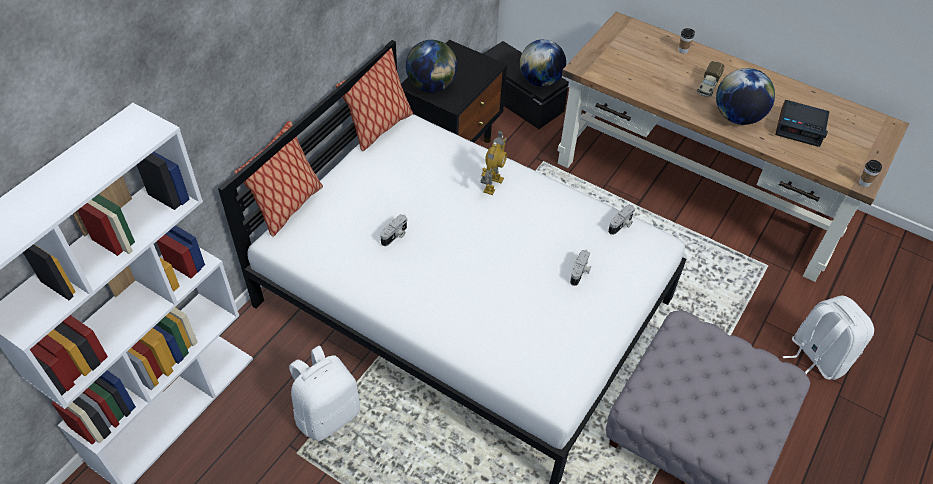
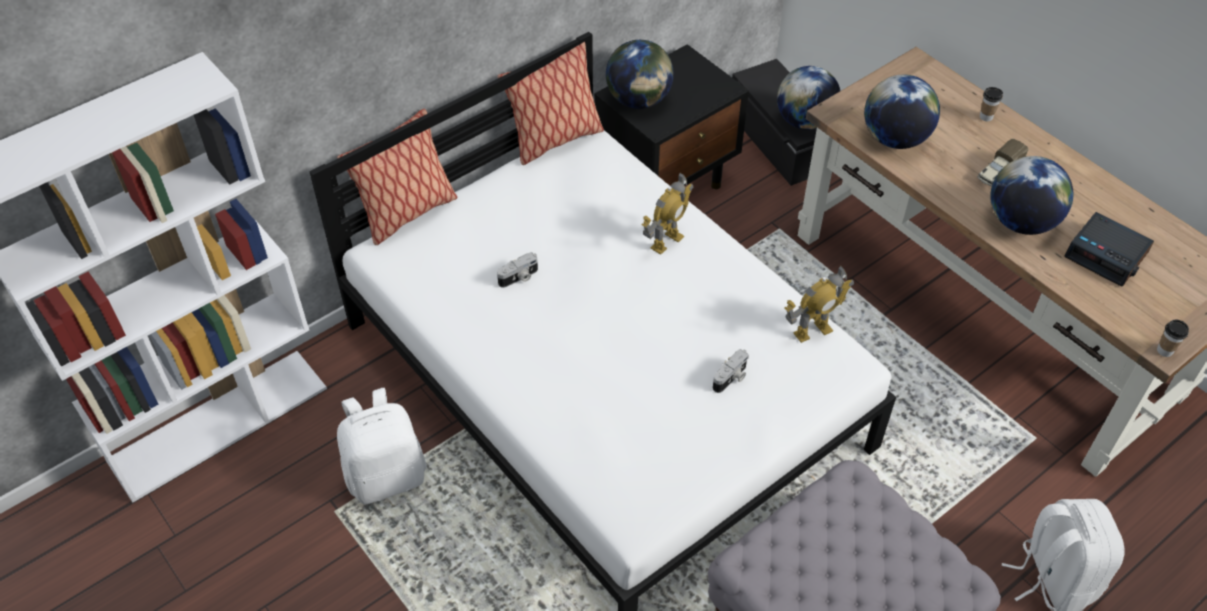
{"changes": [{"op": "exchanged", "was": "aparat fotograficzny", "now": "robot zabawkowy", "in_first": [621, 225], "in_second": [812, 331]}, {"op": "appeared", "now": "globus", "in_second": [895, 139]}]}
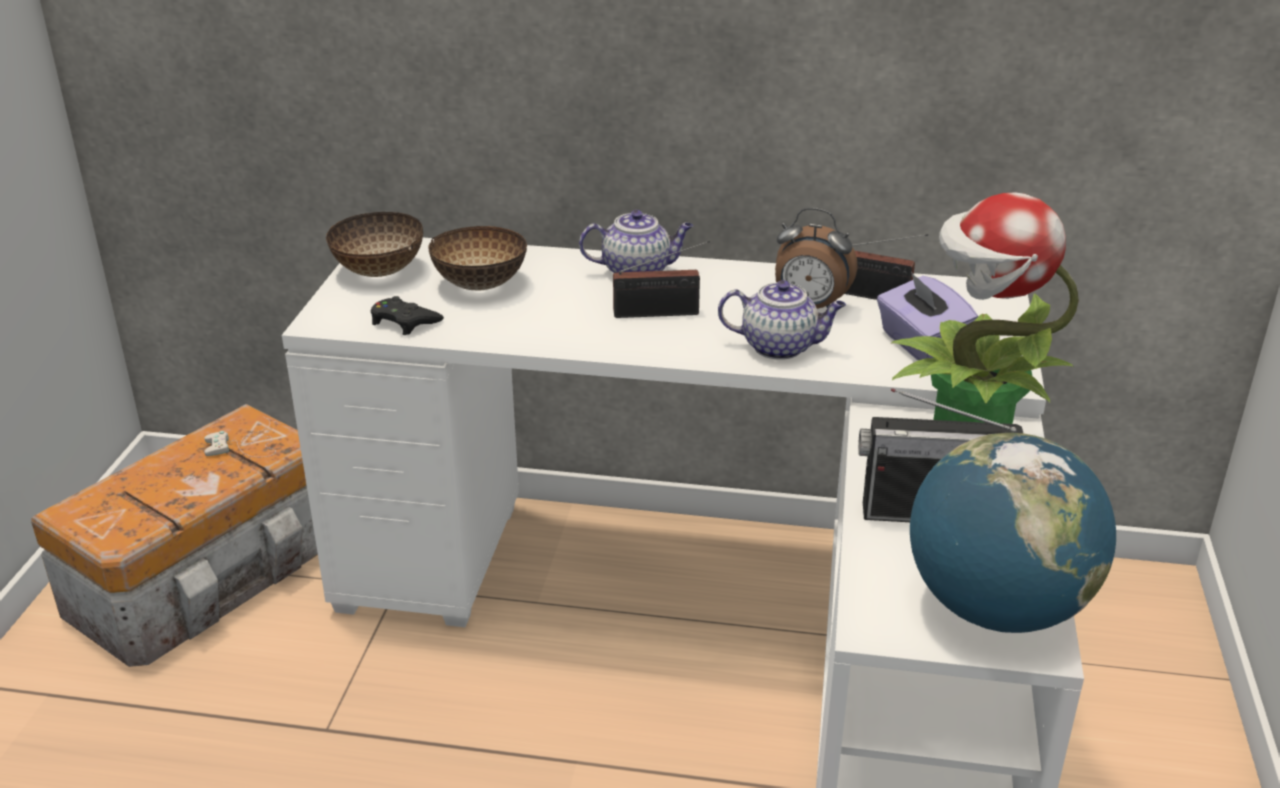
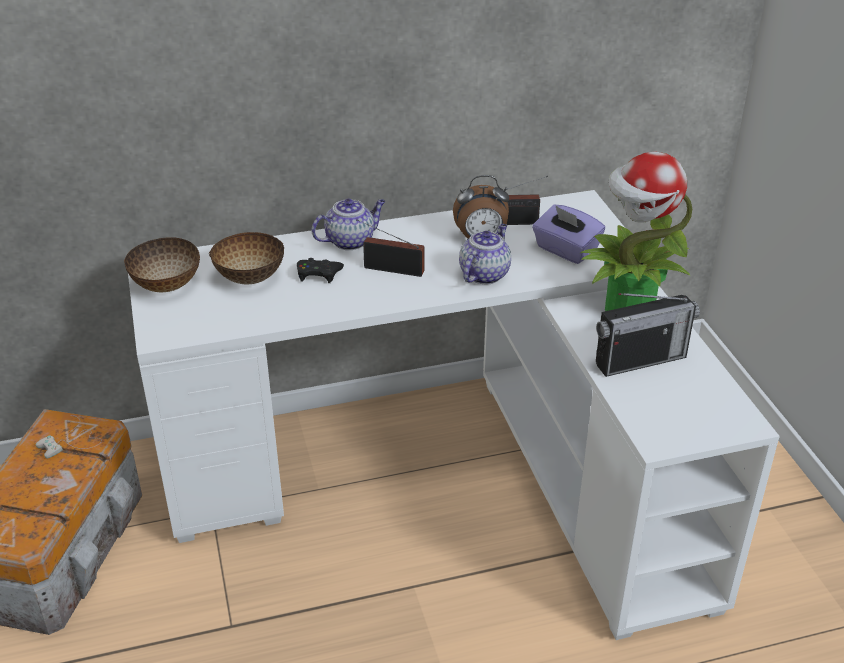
{"changes": [{"op": "relocated", "was": "pad do gier (czarny)", "in_first": [404, 322], "in_second": [318, 274]}, {"op": "spun", "was": "radio", "in_first": [661, 313], "in_second": [391, 269], "clockwise": -135}, {"op": "spun", "was": "imbryk", "in_first": [780, 347], "in_second": [484, 274], "clockwise": -45}, {"op": "missing", "was": "globus", "in_first": [996, 608]}]}
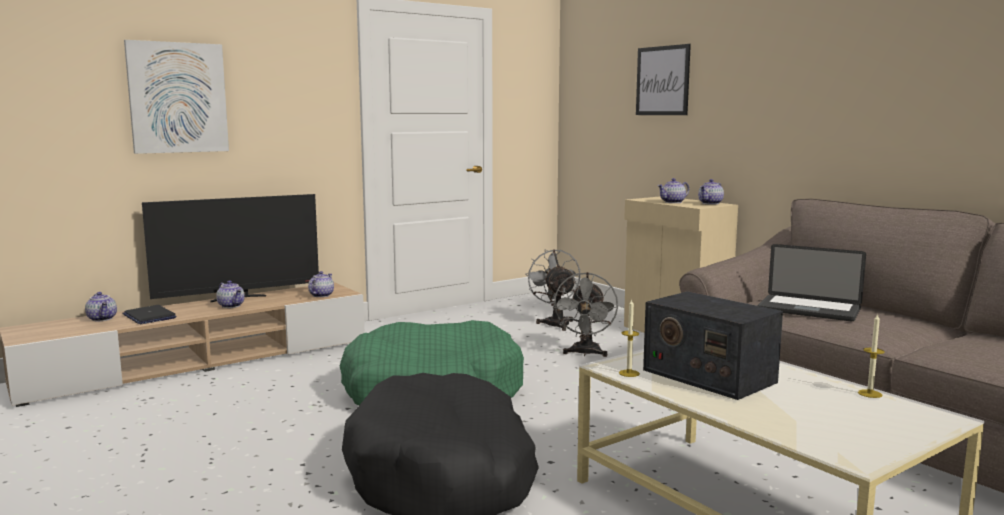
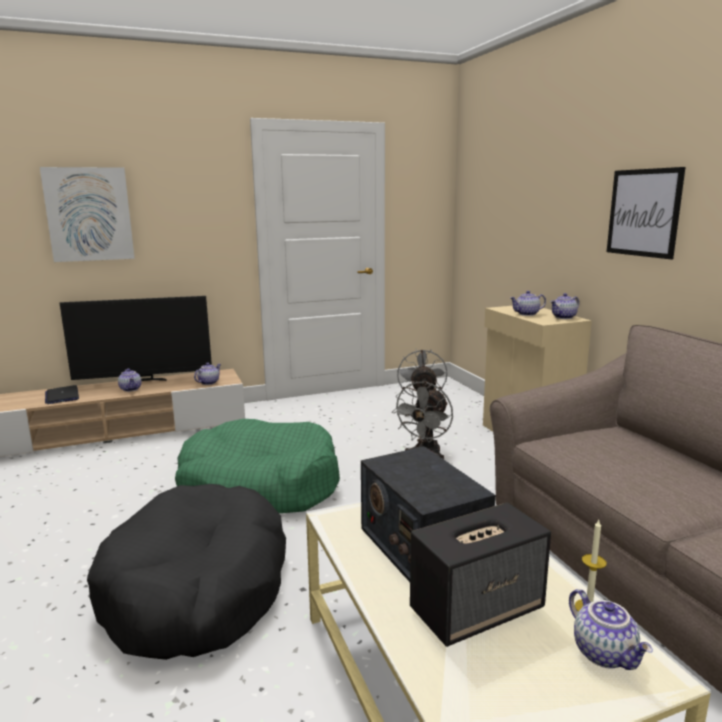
{"changes": [{"op": "relocated", "was": "imbryk", "in_first": [103, 319], "in_second": [605, 653]}, {"op": "missing", "was": "świeca", "in_first": [629, 373]}, {"op": "relocated", "was": "obraz", "in_first": [662, 81], "in_second": [643, 213]}, {"op": "missing", "was": "laptop", "in_first": [808, 310]}, {"op": "appeared", "now": "głośnik", "in_second": [477, 609]}]}
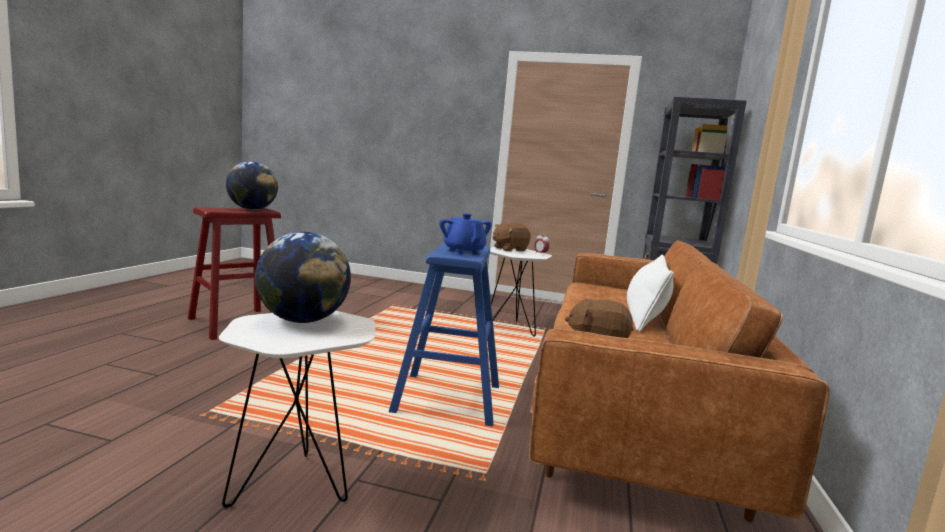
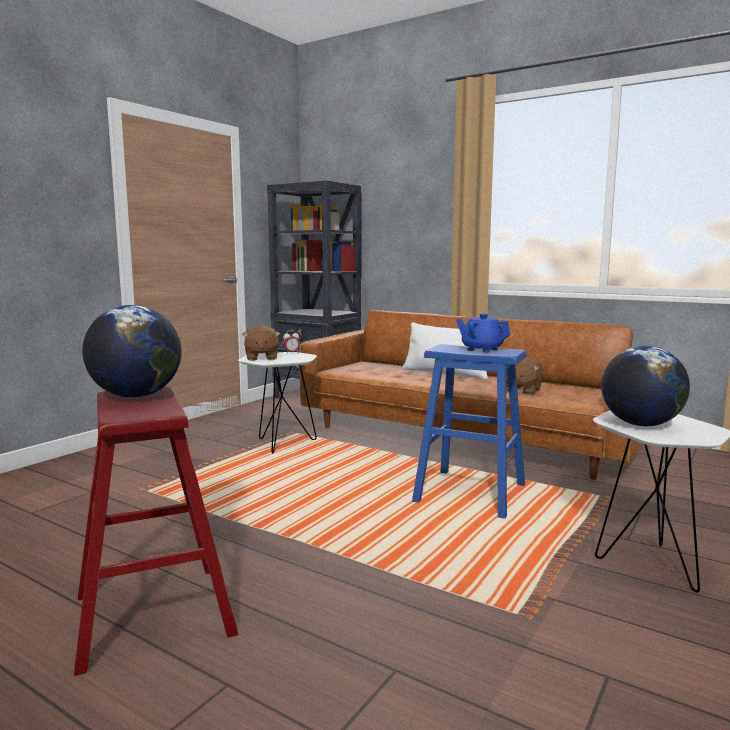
{"changes": [{"op": "spun", "was": "imbryk (niebieski)", "in_first": [463, 251], "in_second": [482, 349], "clockwise": 45}]}
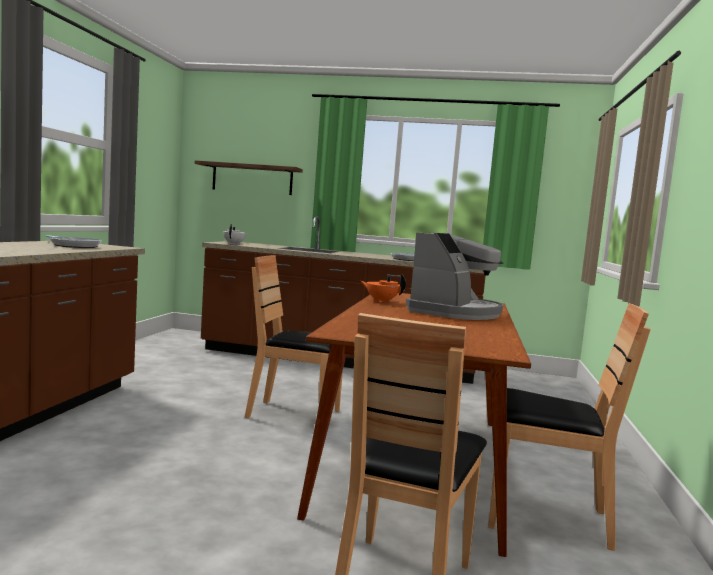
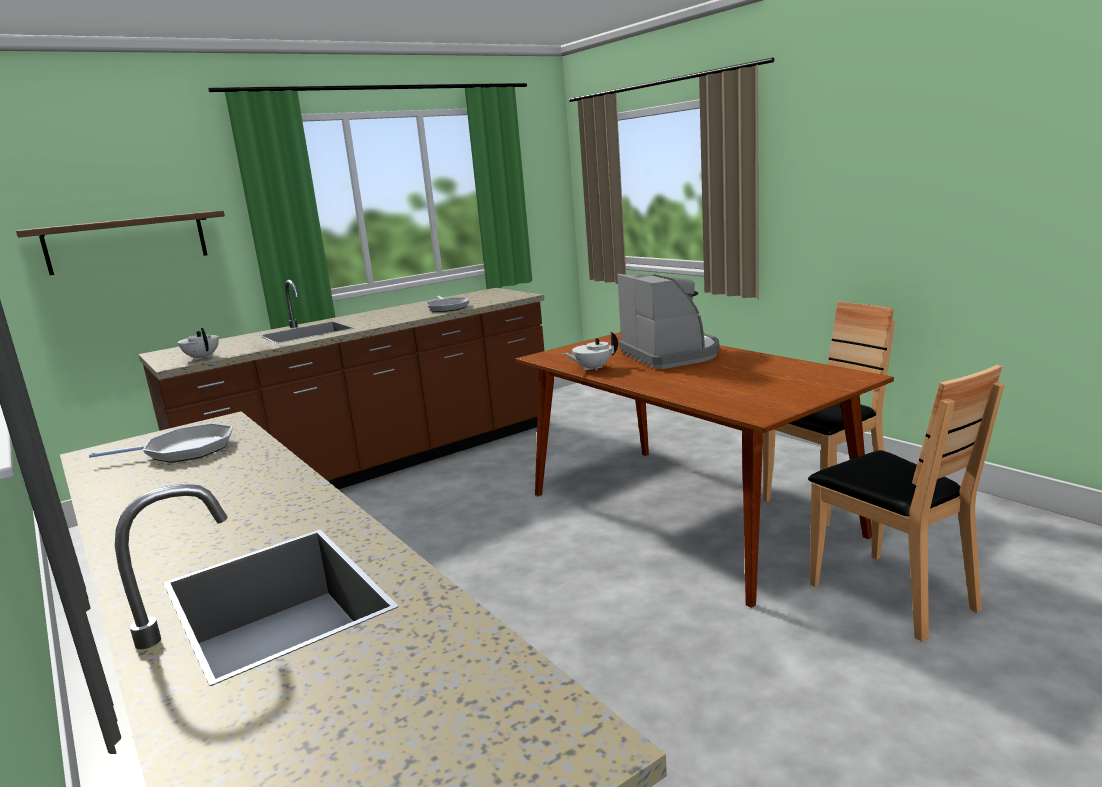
{"changes": [{"op": "missing", "was": "krzesło (brązowy)", "in_first": [294, 415]}, {"op": "colour", "was": "imbryk (pomarańczowy)", "now": "imbryk (biały)", "in_first": [381, 301], "in_second": [592, 368]}]}
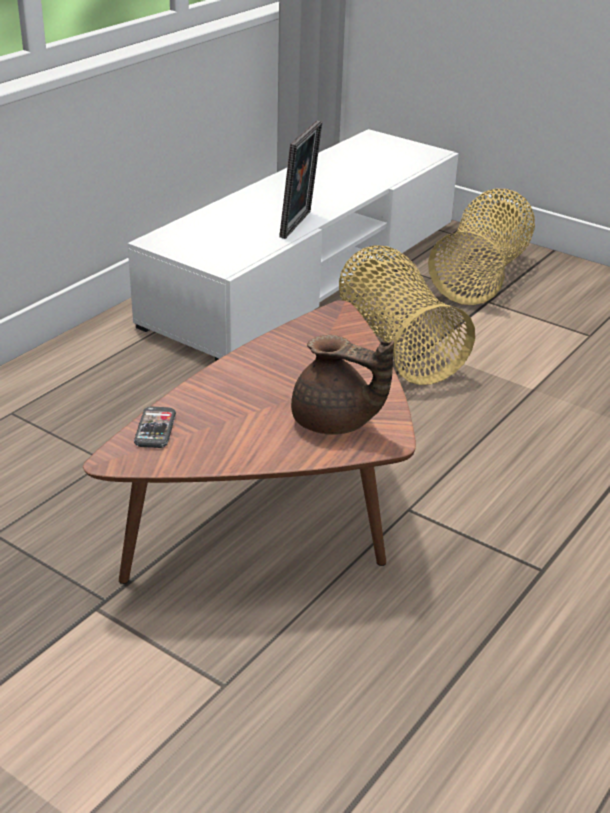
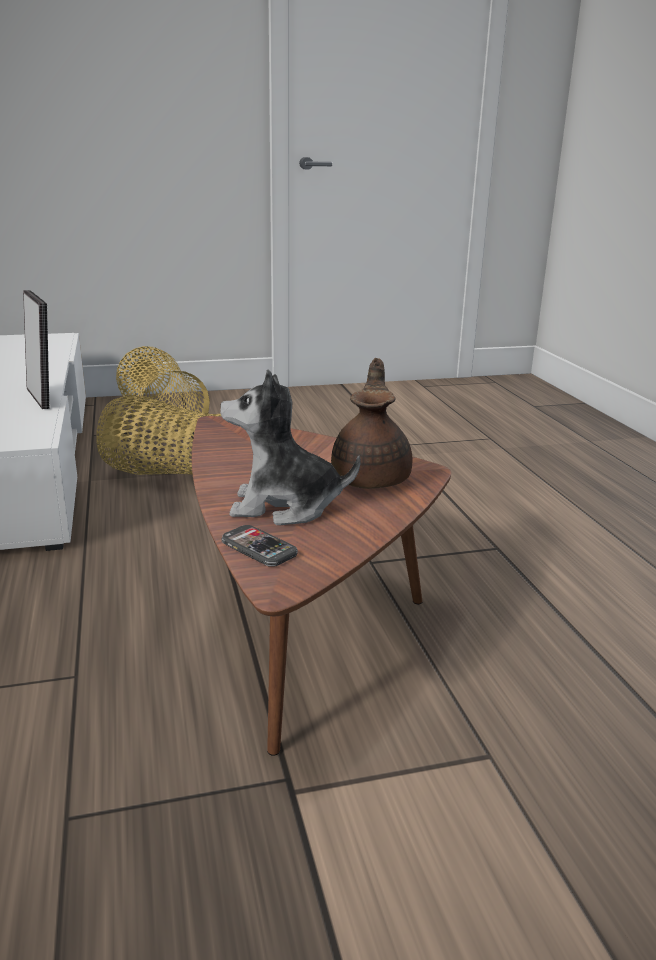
{"changes": [{"op": "spun", "was": "imbryk (brązowy)", "in_first": [334, 423], "in_second": [372, 478], "clockwise": -60}, {"op": "appeared", "now": "pluszak", "in_second": [284, 506]}]}
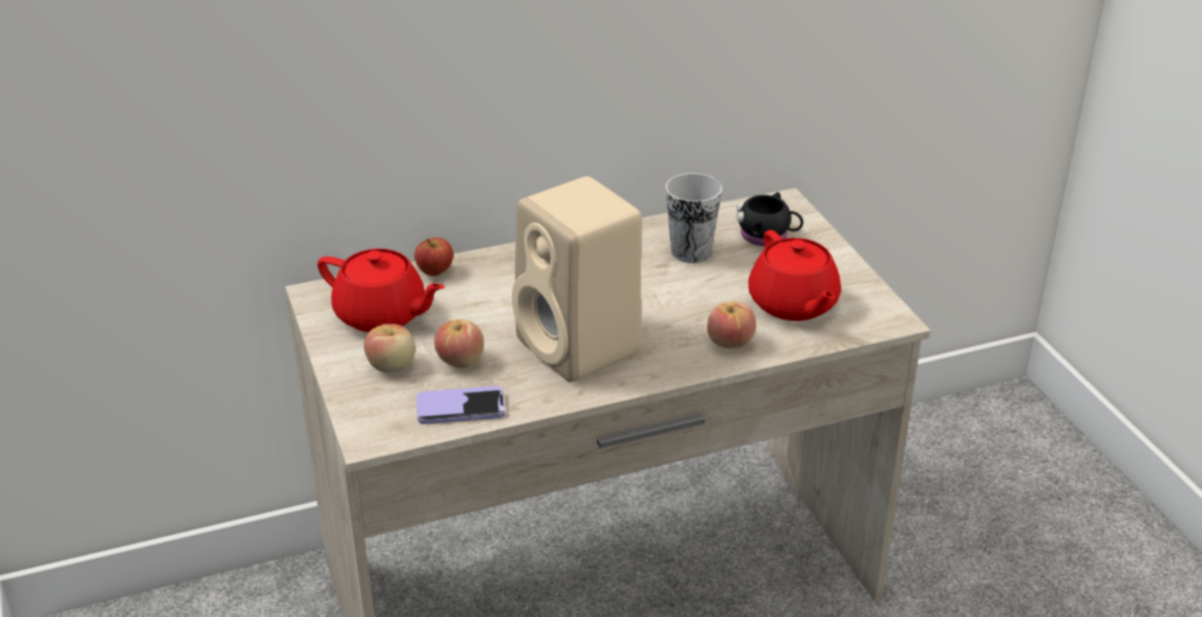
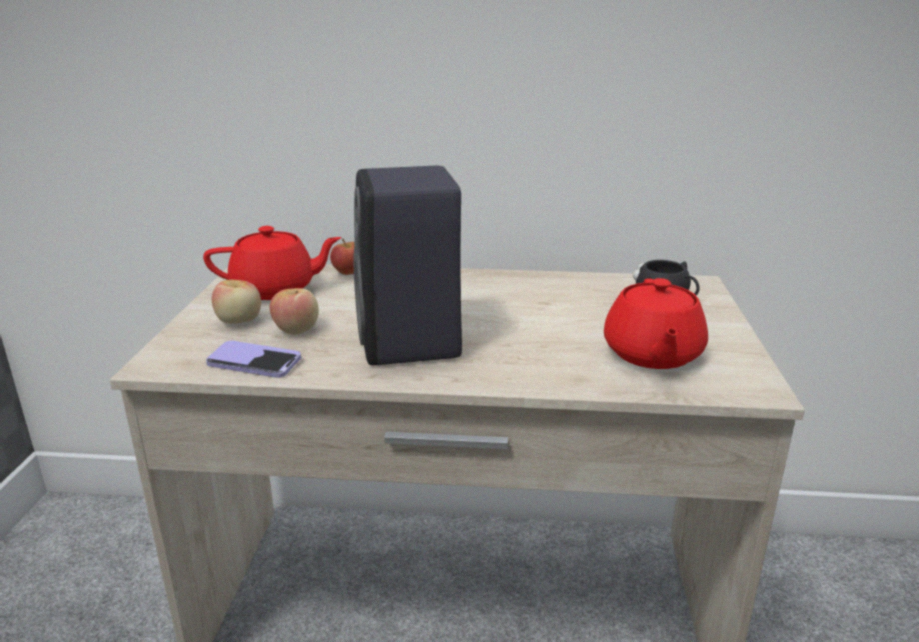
{"changes": [{"op": "spun", "was": "imbryk (czerwony)", "in_first": [382, 315], "in_second": [275, 290], "clockwise": -60}, {"op": "colour", "was": "głośnik (beżowy)", "now": "głośnik (czarny)", "in_first": [582, 348], "in_second": [410, 343]}, {"op": "missing", "was": "filiżanka", "in_first": [691, 252]}, {"op": "missing", "was": "jabłko", "in_first": [730, 342]}]}
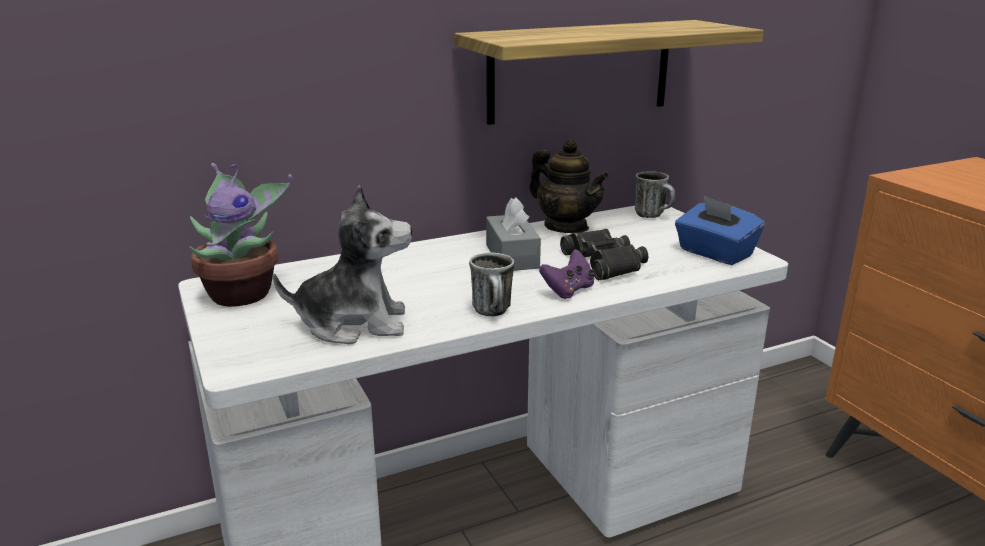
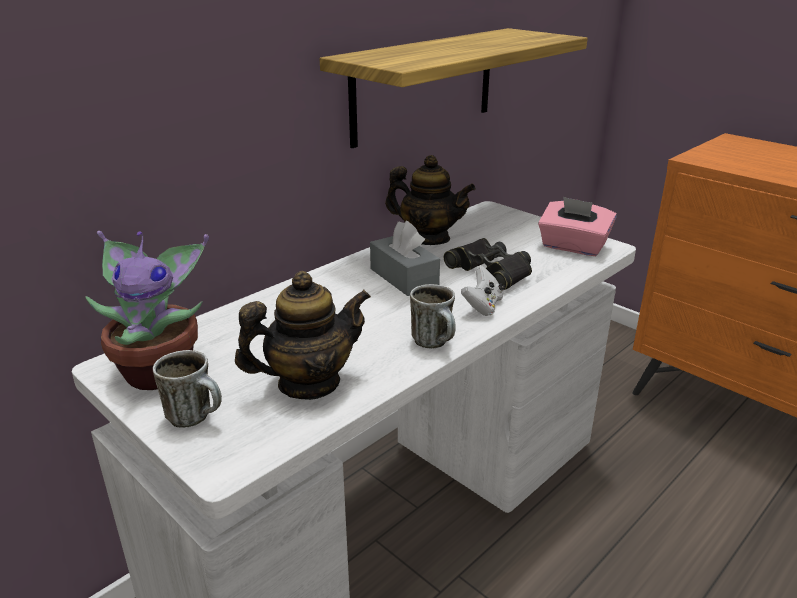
{"changes": [{"op": "exchanged", "was": "pluszak", "now": "imbryk", "in_first": [354, 323], "in_second": [308, 383]}, {"op": "colour", "was": "pad do gier (fioletowy)", "now": "pad do gier (biały)", "in_first": [568, 290], "in_second": [482, 306]}, {"op": "relocated", "was": "kubek", "in_first": [654, 215], "in_second": [197, 417]}, {"op": "colour", "was": "pudełko chusteczek (niebieski)", "now": "pudełko chusteczek (różowy)", "in_first": [714, 253], "in_second": [573, 247]}]}
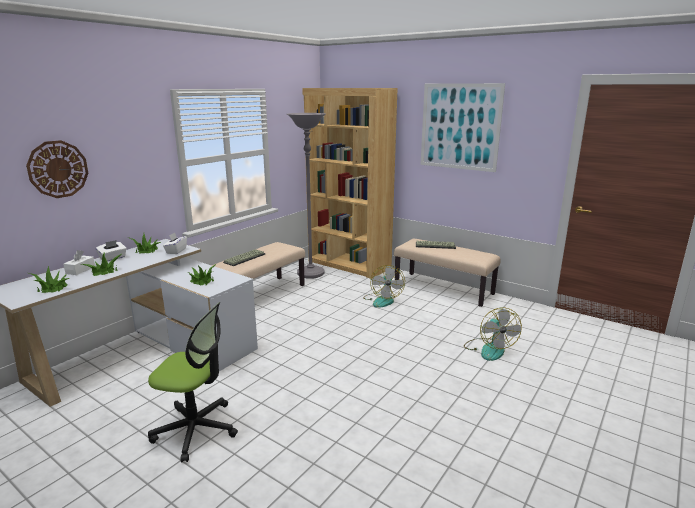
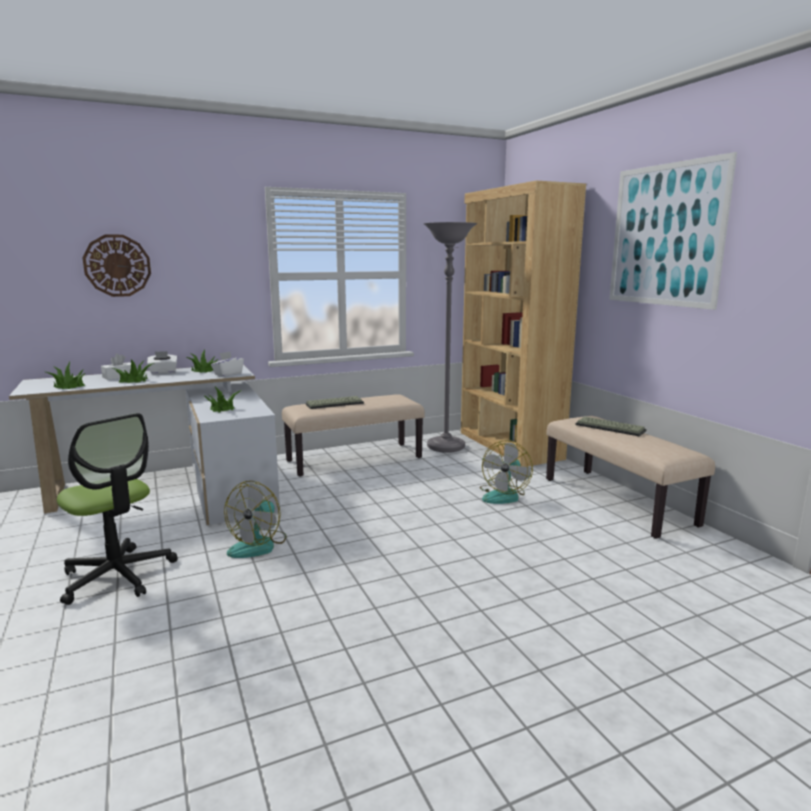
{"changes": [{"op": "relocated", "was": "wentylator", "in_first": [489, 349], "in_second": [258, 545]}]}
